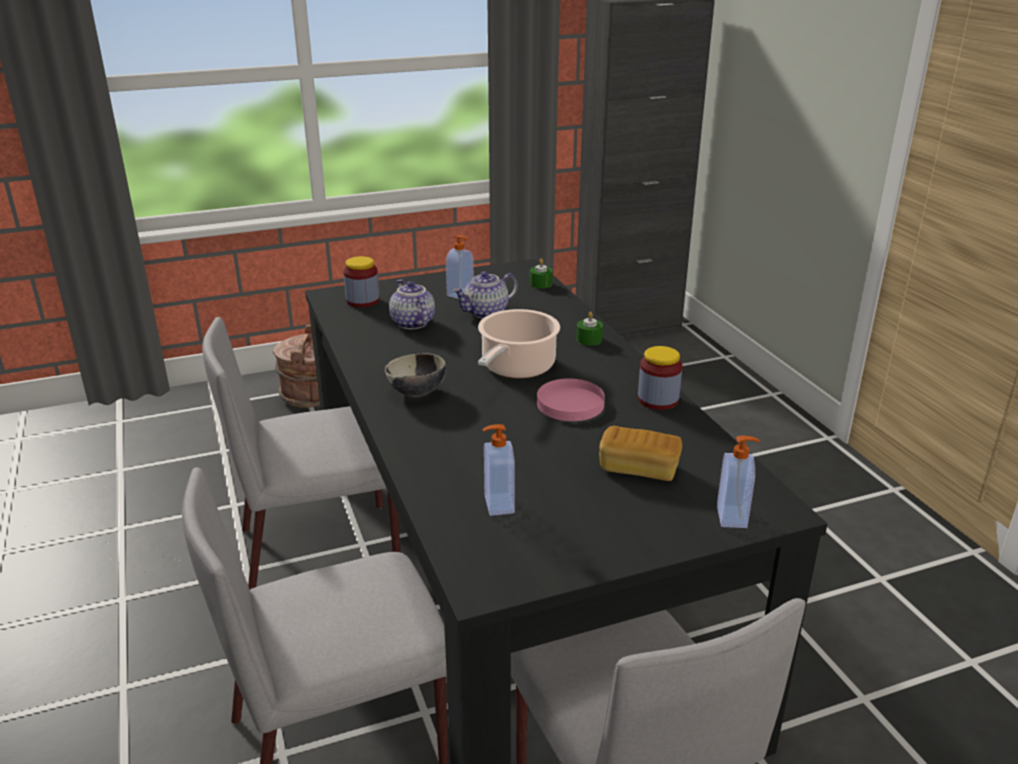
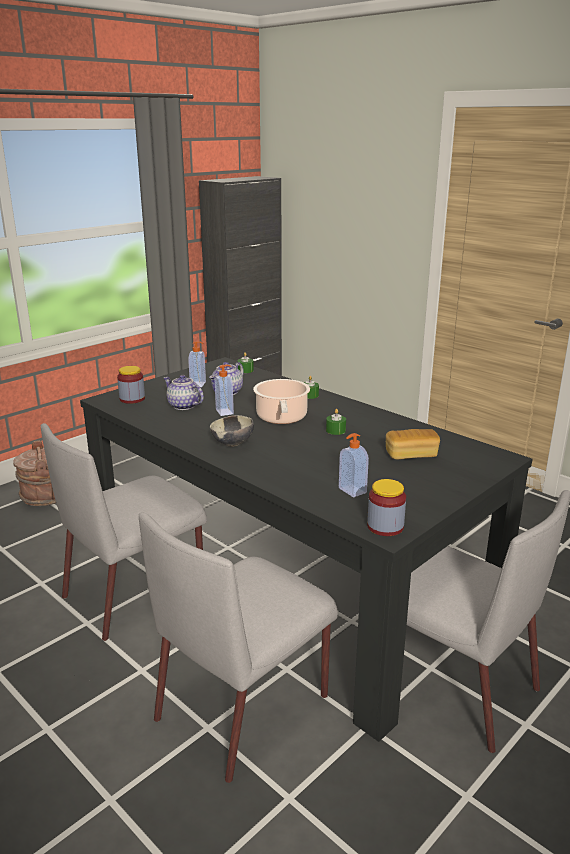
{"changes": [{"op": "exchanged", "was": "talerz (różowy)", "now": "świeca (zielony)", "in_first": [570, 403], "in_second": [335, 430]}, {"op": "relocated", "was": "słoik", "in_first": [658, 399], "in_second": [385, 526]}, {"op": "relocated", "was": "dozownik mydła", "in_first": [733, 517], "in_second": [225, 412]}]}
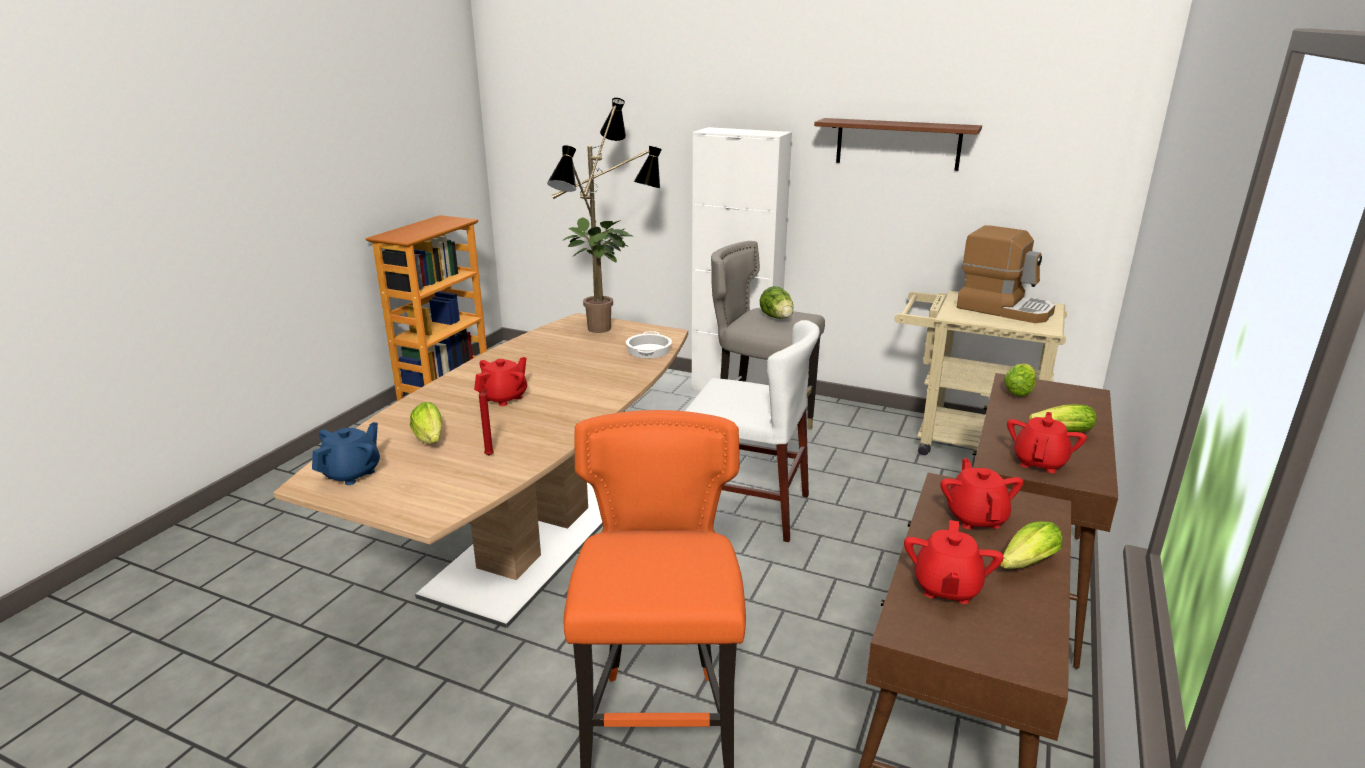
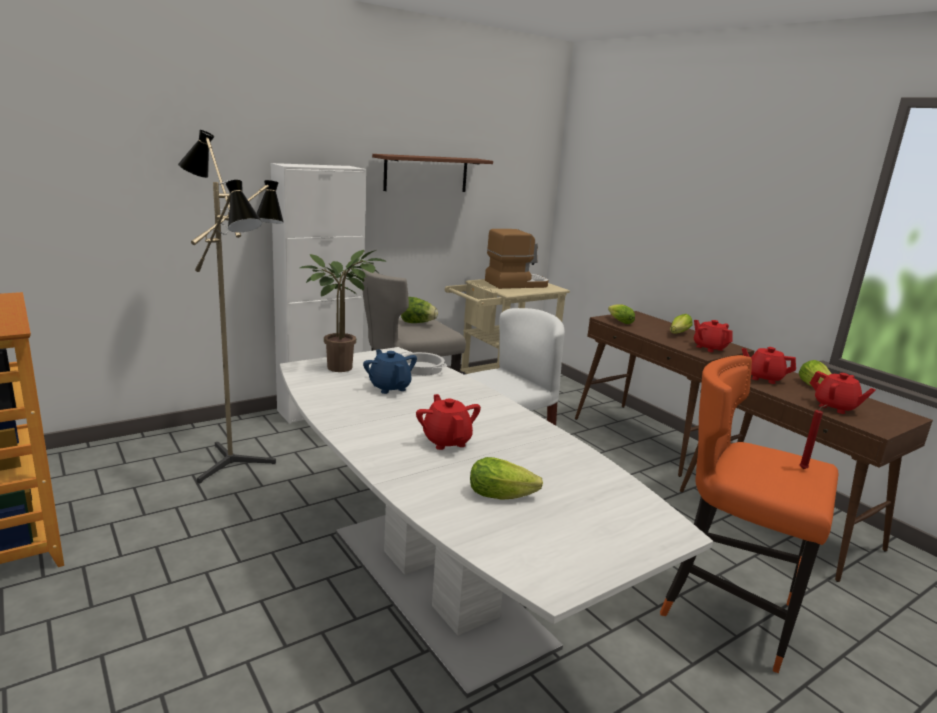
{"changes": [{"op": "colour", "was": "stół jadalny (brązowy)", "now": "stół jadalny (biały)", "in_first": [535, 540], "in_second": [437, 586]}, {"op": "relocated", "was": "imbryk (niebieski)", "in_first": [352, 473], "in_second": [389, 387]}, {"op": "relocated", "was": "świeca (czerwony)", "in_first": [490, 456], "in_second": [804, 469]}]}
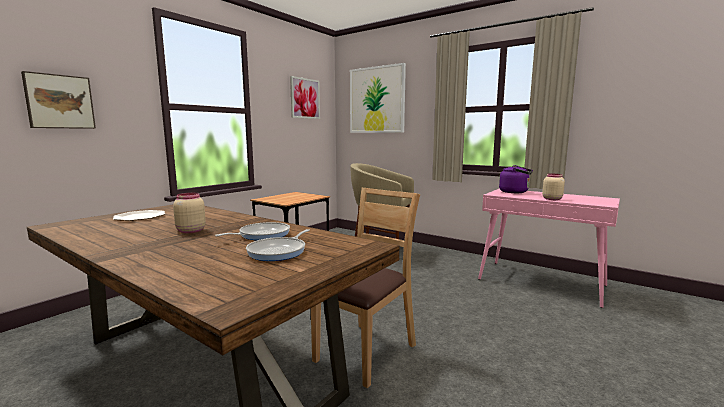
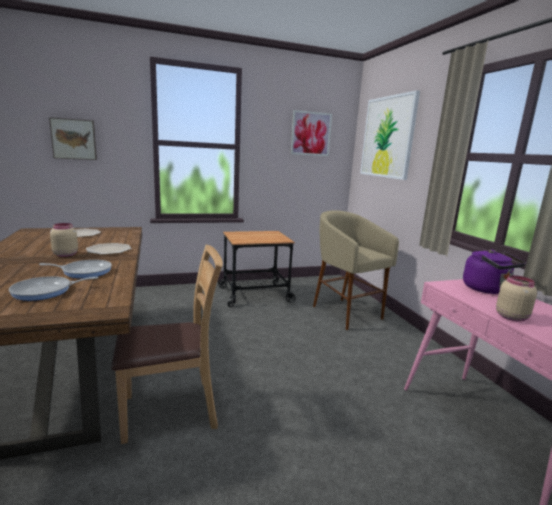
{"changes": [{"op": "appeared", "now": "talerz", "in_second": [108, 250]}]}
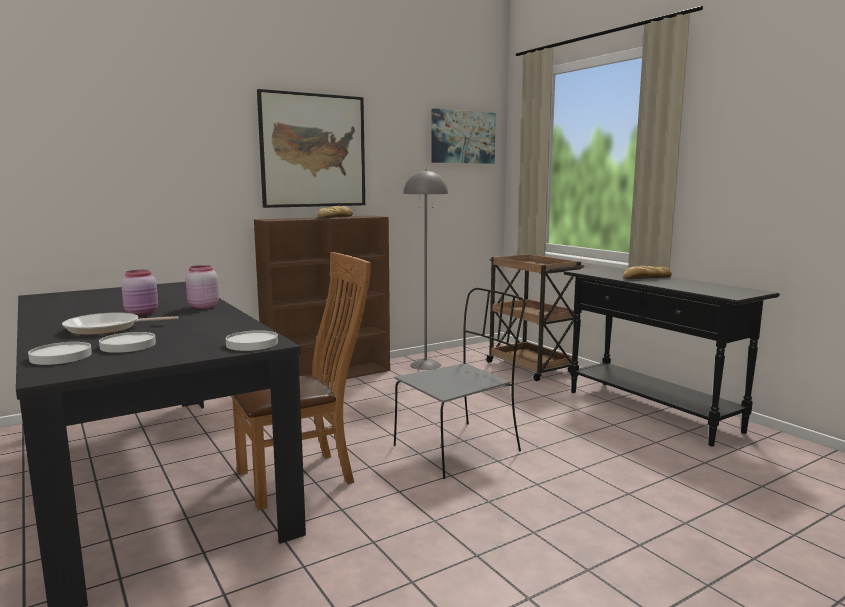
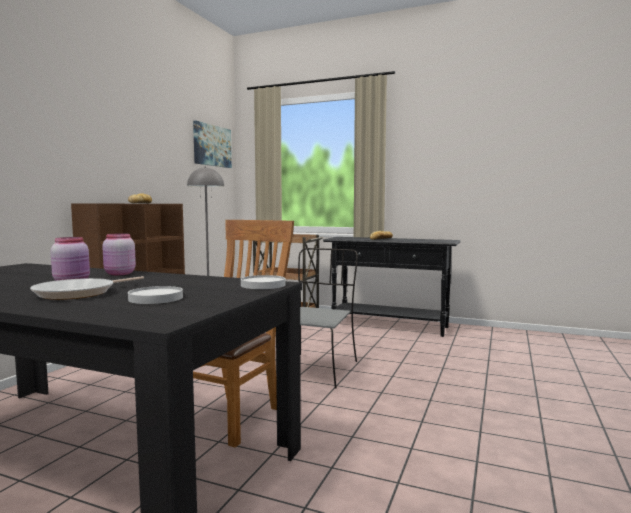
{"changes": [{"op": "missing", "was": "talerz (biały)", "in_first": [60, 357]}, {"op": "missing", "was": "obraz", "in_first": [313, 151]}]}
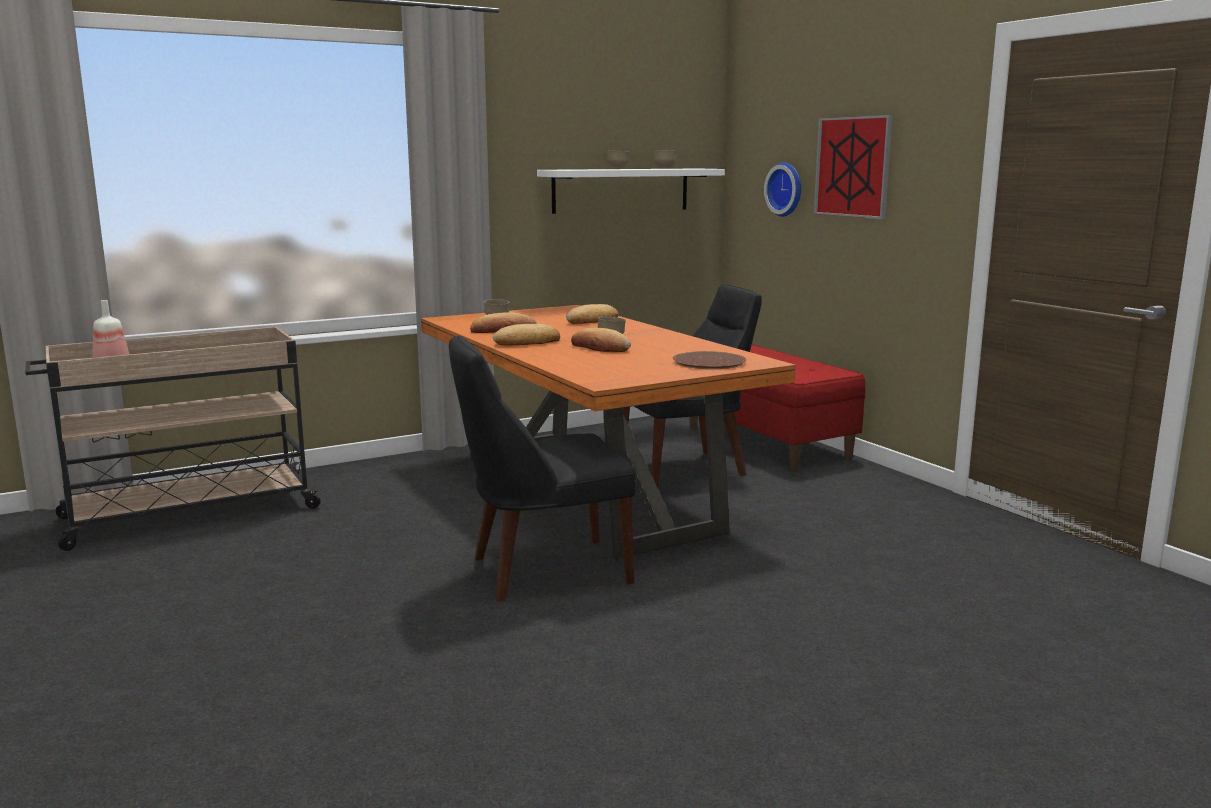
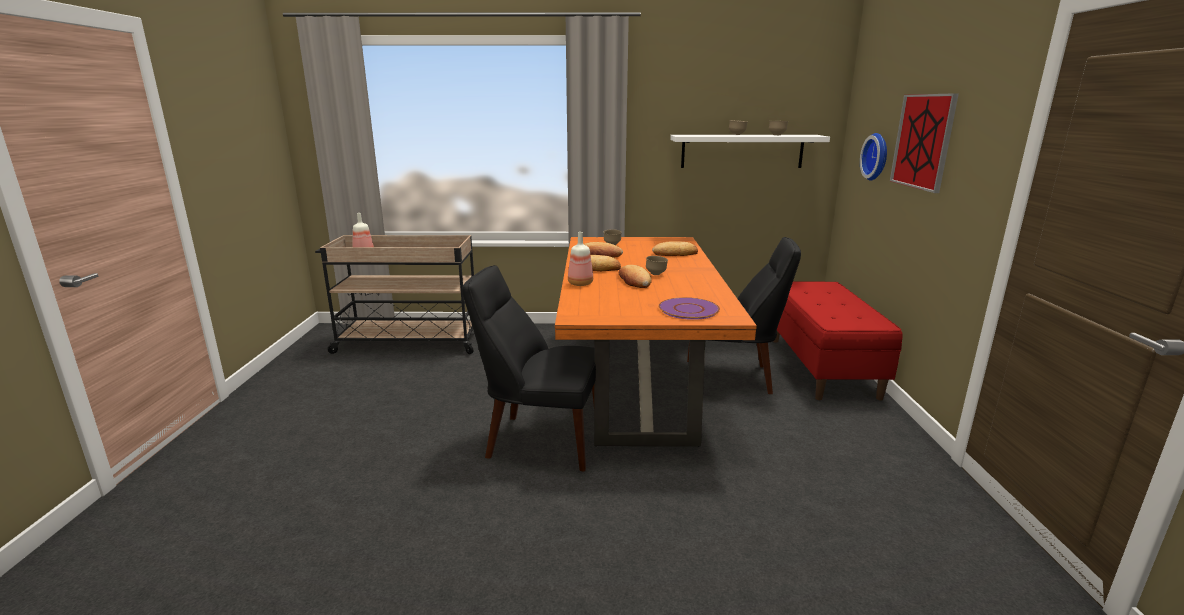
{"changes": [{"op": "colour", "was": "talerz (brązowy)", "now": "talerz (fioletowy)", "in_first": [709, 362], "in_second": [688, 310]}, {"op": "appeared", "now": "butelka", "in_second": [581, 284]}]}
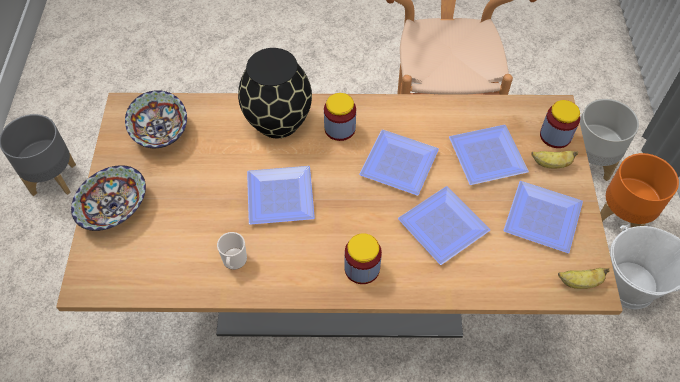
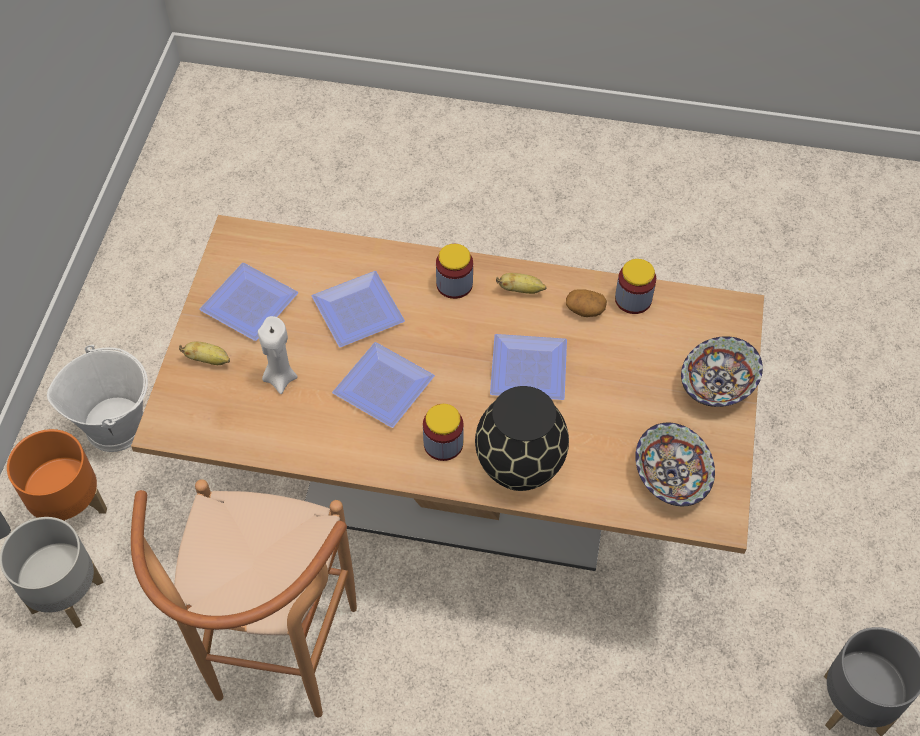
{"changes": [{"op": "exchanged", "was": "kubek", "now": "ziemniak", "in_first": [234, 261], "in_second": [584, 309]}, {"op": "exchanged", "was": "talerz", "now": "świeca (biały)", "in_first": [486, 159], "in_second": [280, 378]}, {"op": "relocated", "was": "słoik", "in_first": [555, 136], "in_second": [633, 299]}, {"op": "relocated", "was": "banan", "in_first": [579, 282], "in_second": [521, 290]}]}
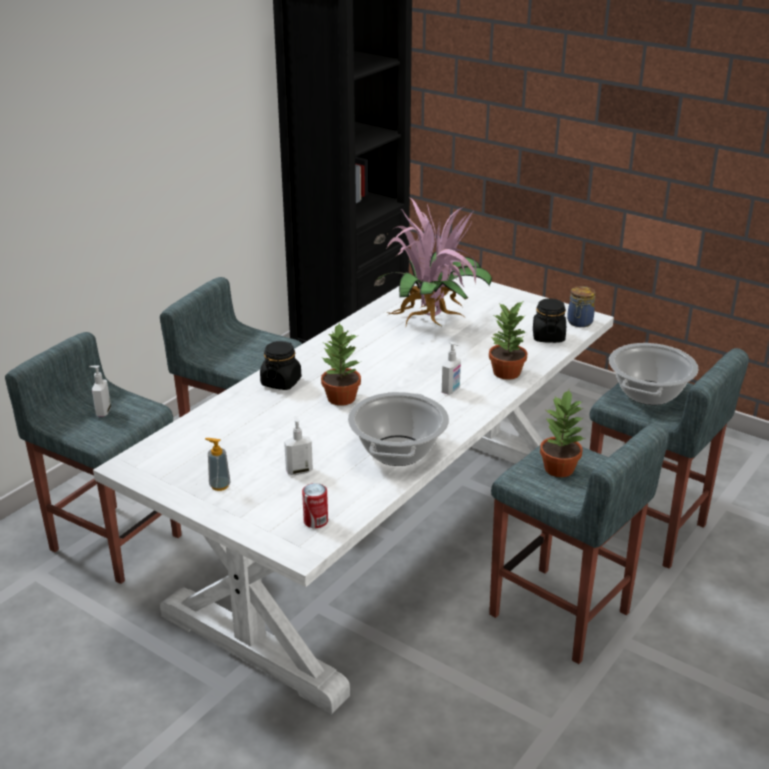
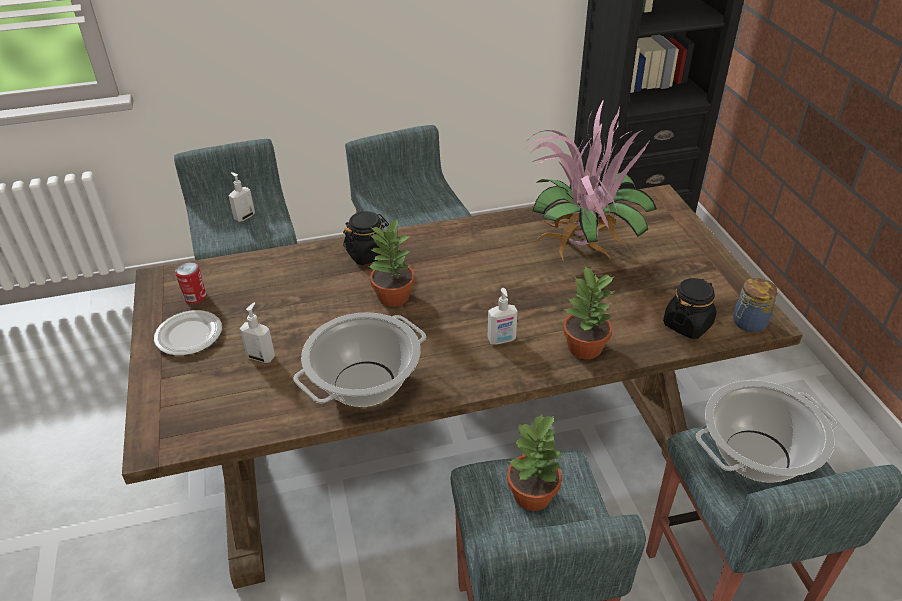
{"changes": [{"op": "colour", "was": "stół jadalny (biały)", "now": "stół jadalny (brązowy)", "in_first": [383, 537], "in_second": [454, 441]}, {"op": "exchanged", "was": "dozownik mydła", "now": "talerz", "in_first": [219, 485], "in_second": [189, 336]}, {"op": "relocated", "was": "puszka", "in_first": [315, 521], "in_second": [195, 297]}]}
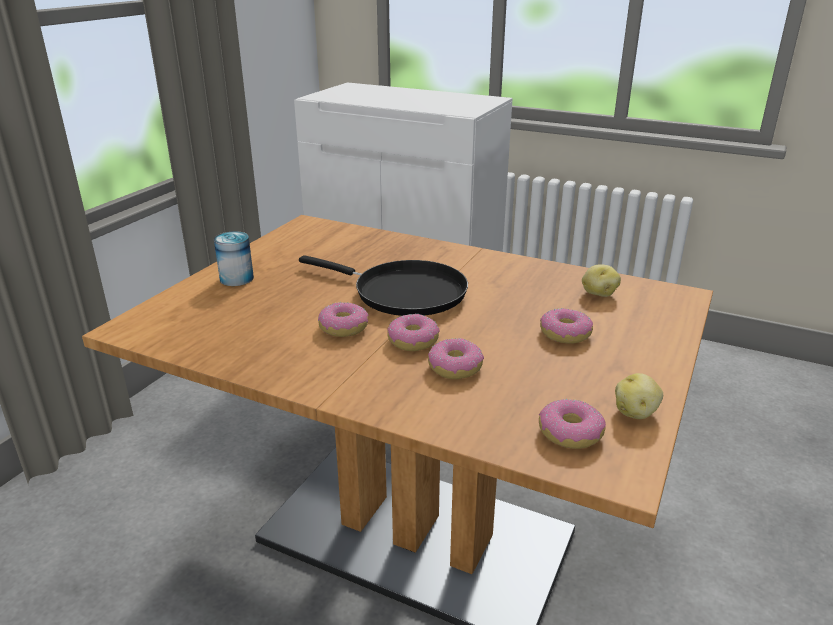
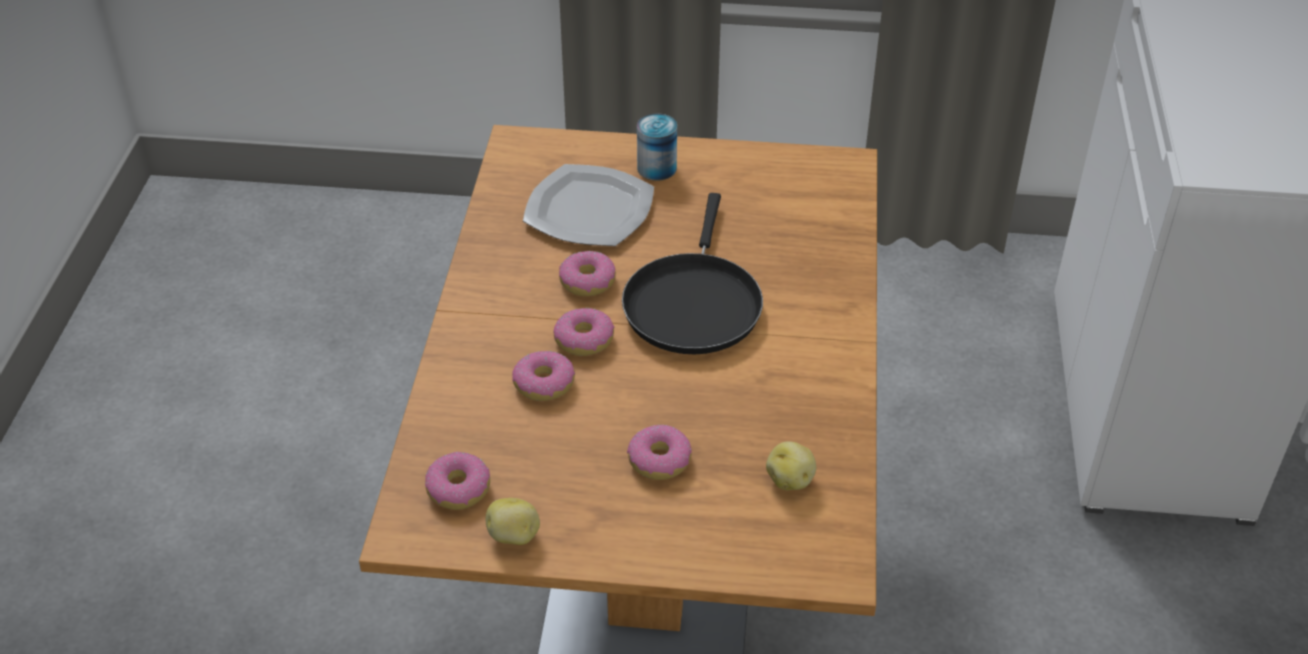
{"changes": [{"op": "appeared", "now": "talerz", "in_second": [590, 209]}]}
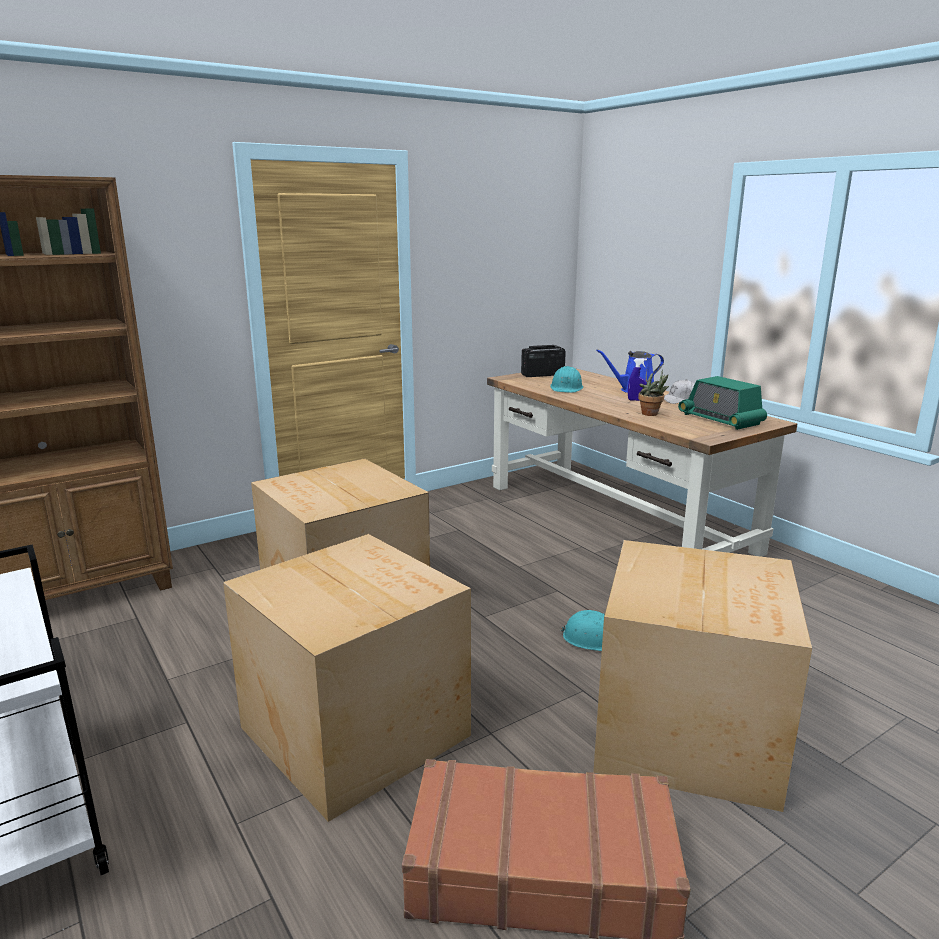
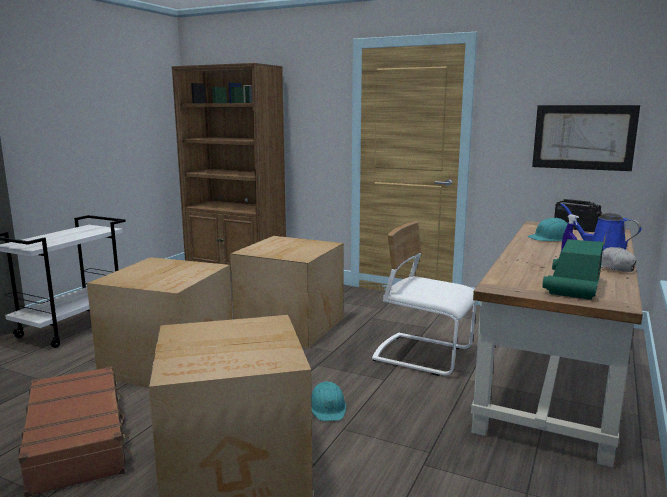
{"changes": [{"op": "missing", "was": "roślina doniczkowa", "in_first": [652, 414]}, {"op": "appeared", "now": "krzesło (biały)", "in_second": [423, 355]}, {"op": "appeared", "now": "obraz", "in_second": [583, 137]}]}
